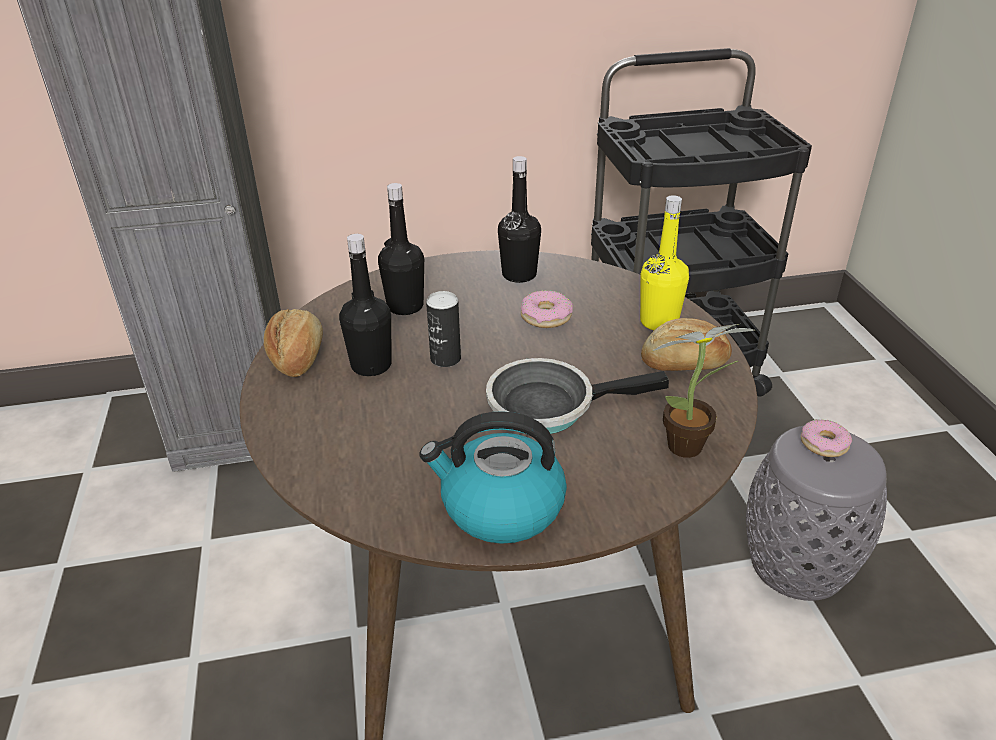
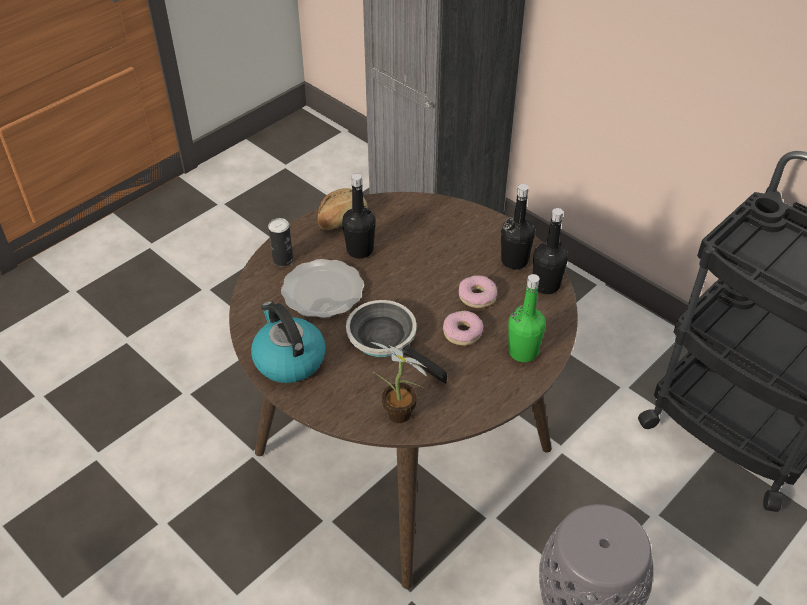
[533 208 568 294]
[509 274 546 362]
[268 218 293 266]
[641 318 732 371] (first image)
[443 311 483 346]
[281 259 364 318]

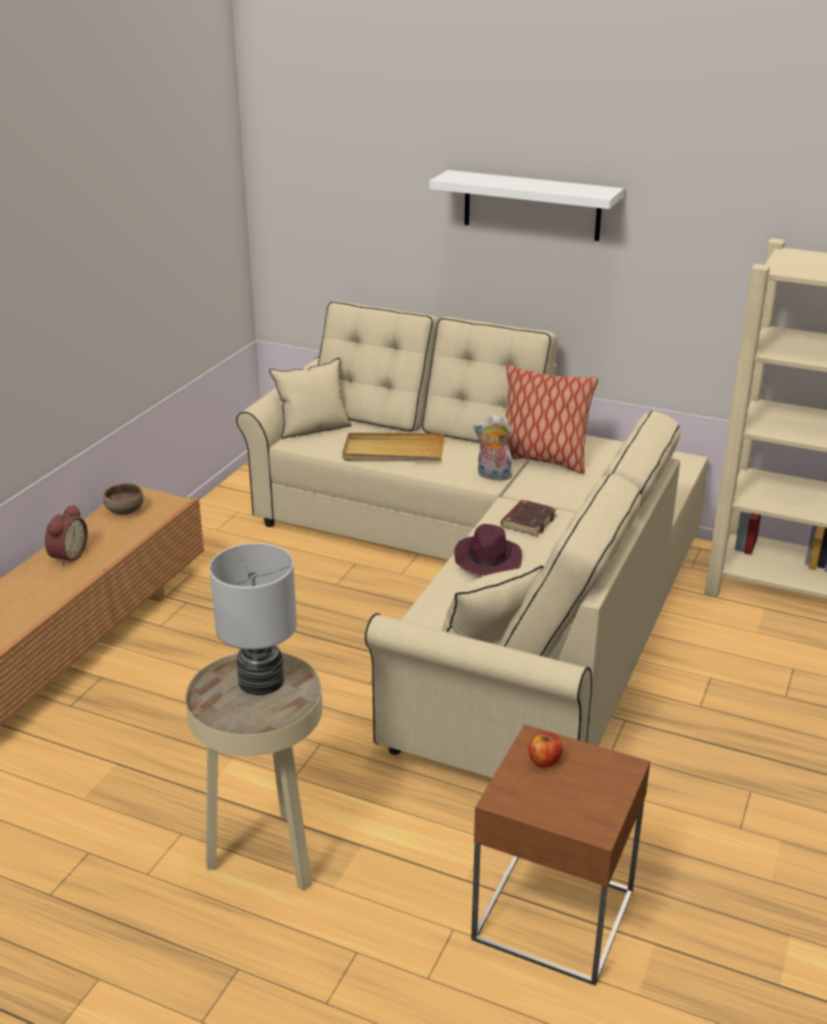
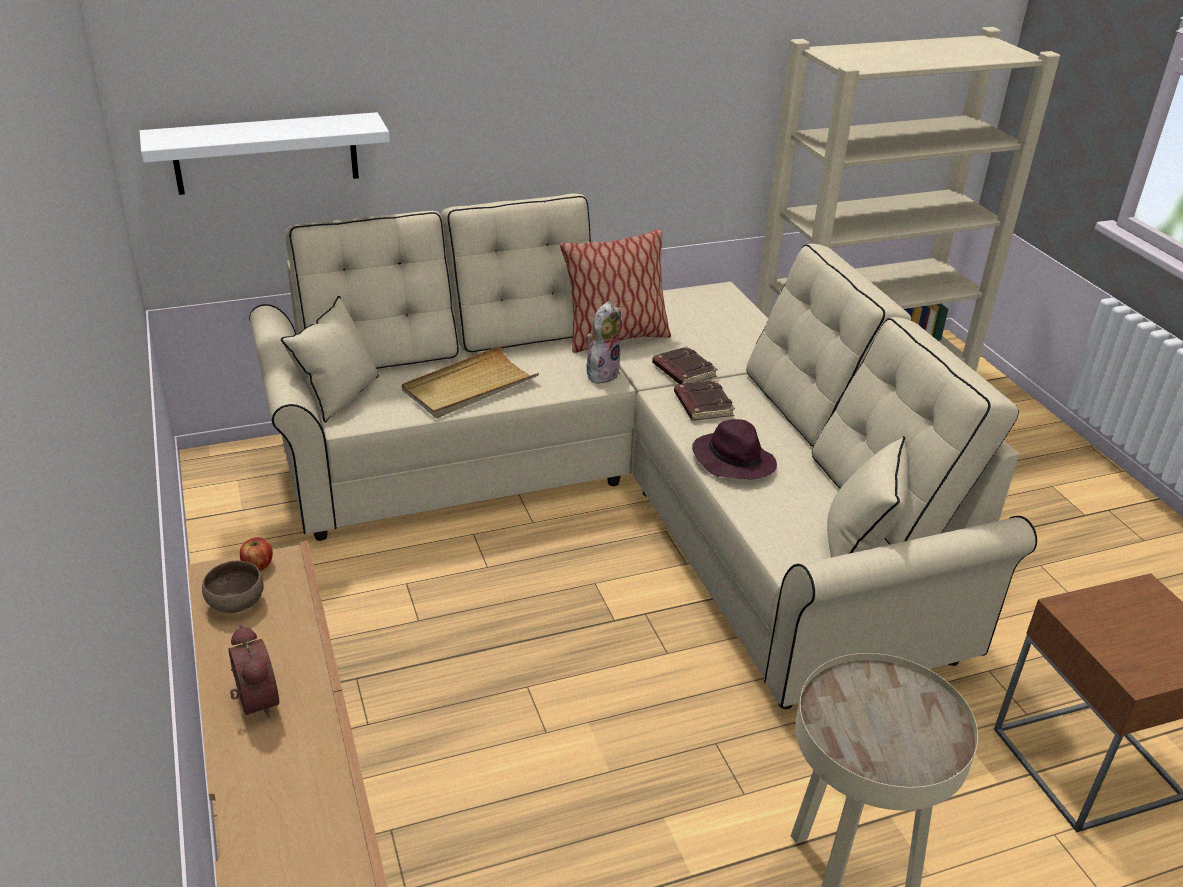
[140 112 390 195]
[586 301 621 385]
[209 543 297 695] (first image)
[240 537 273 571]
[652 346 718 384]

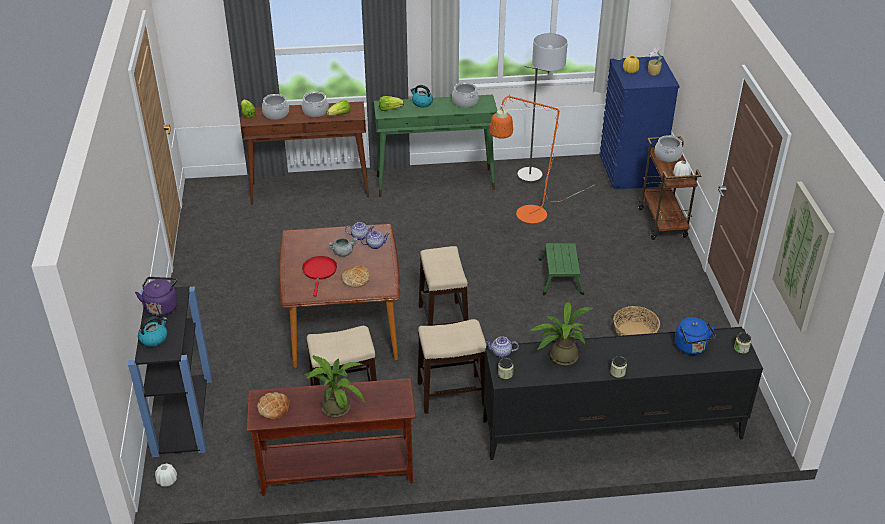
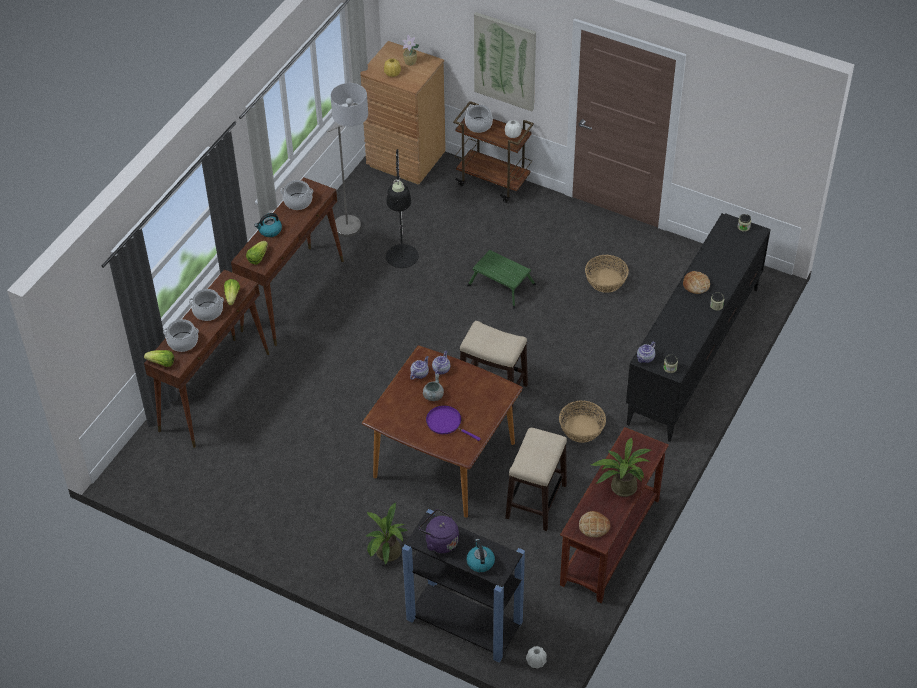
[360 41 446 185]
[231 177 344 346]
[386 150 419 268]
[474 12 536 111]
[426 405 481 441]
[683 271 710 294]
[366 503 408 565]
[675 317 716 355] (first image)
[559 401 606 443]

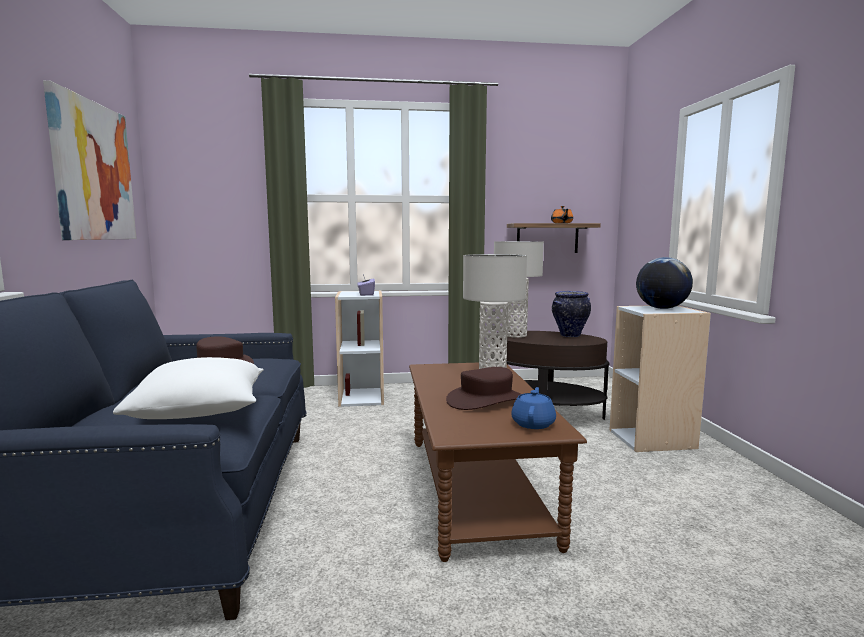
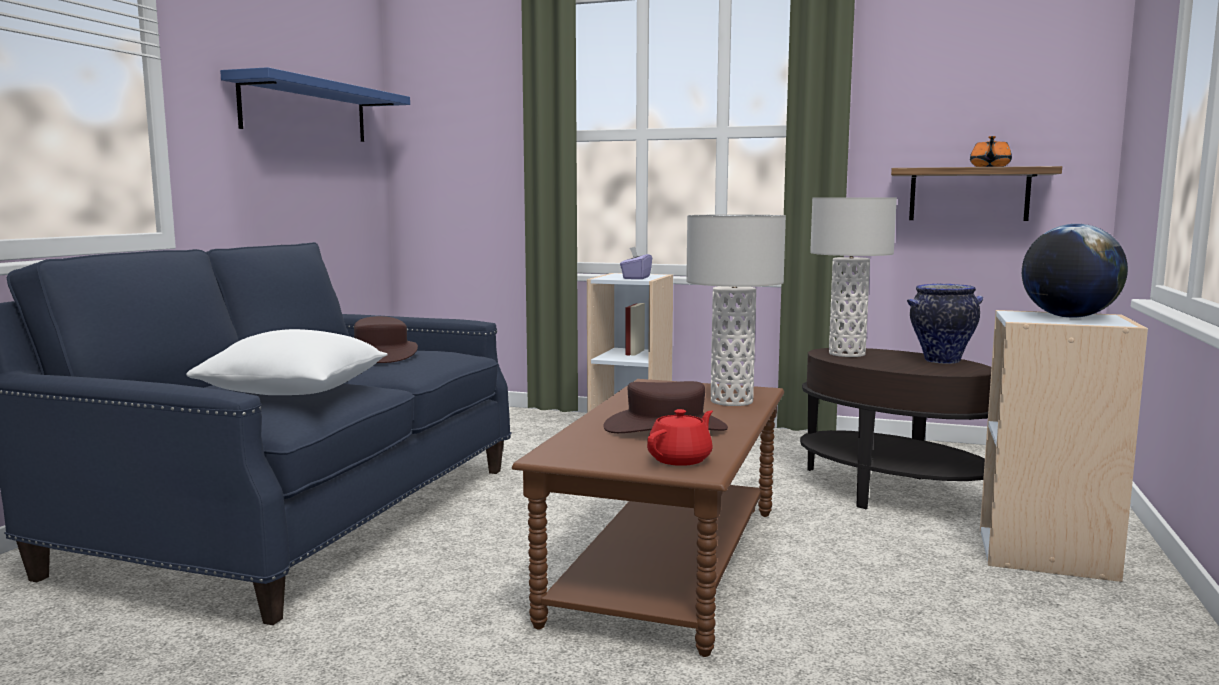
[220 67 410 142]
[647 409 713 466]

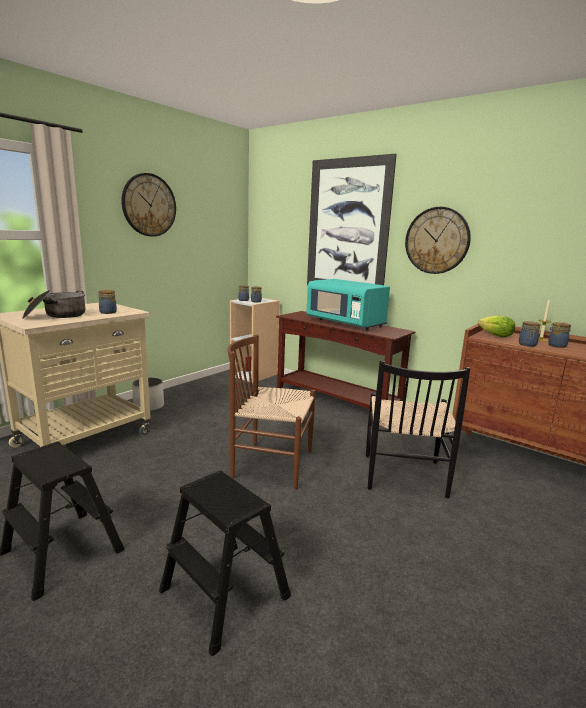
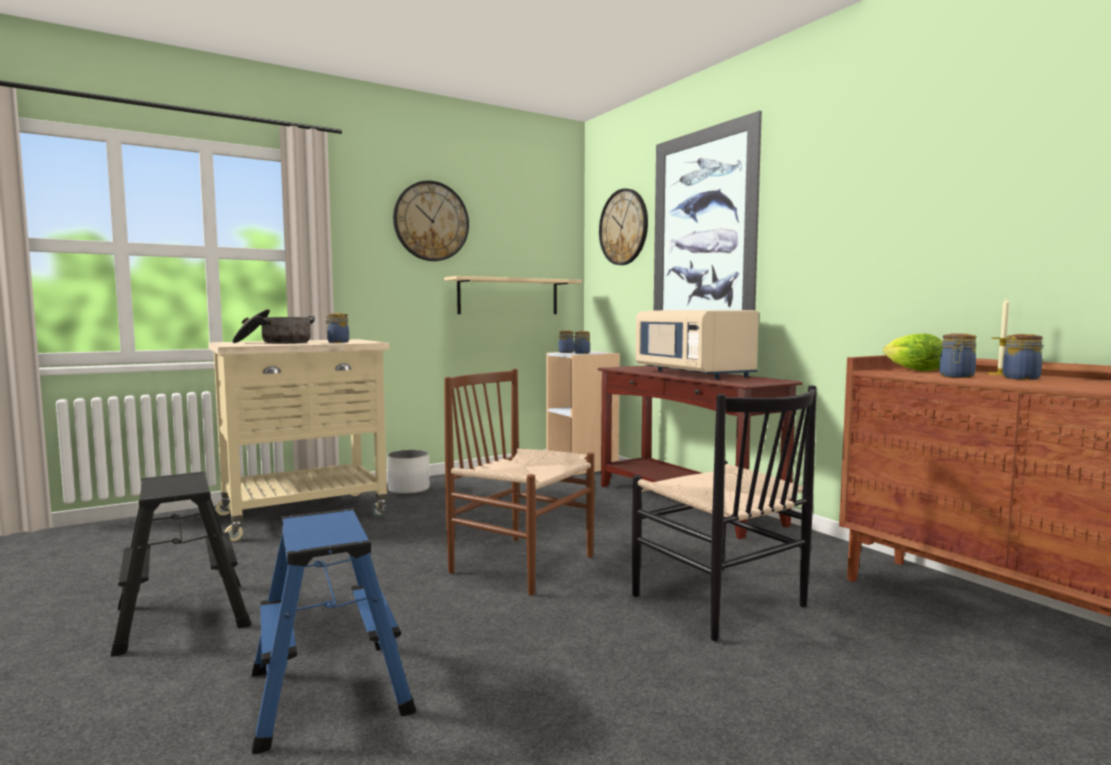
[599 188 648 265]
[635 310 759 379]
[632 385 817 641]
[251 508 416 754]
[444 276 582 314]

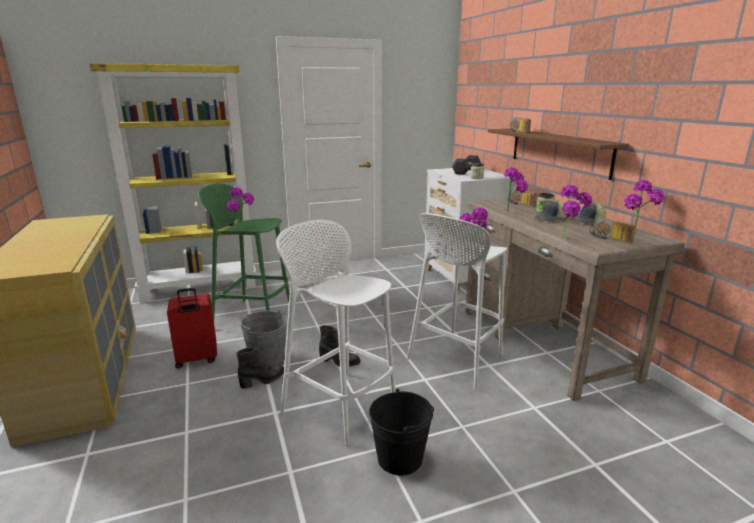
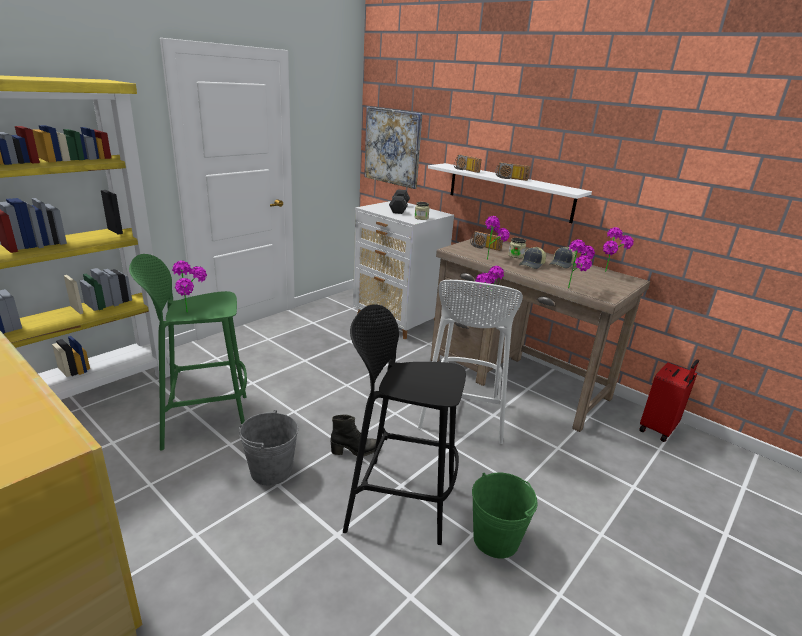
[428 163 592 223]
[495 162 530 181]
[343 304 466 545]
[639 359 699 442]
[237 347 284 389] (first image)
[472 473 538 558]
[364 107 422 189]

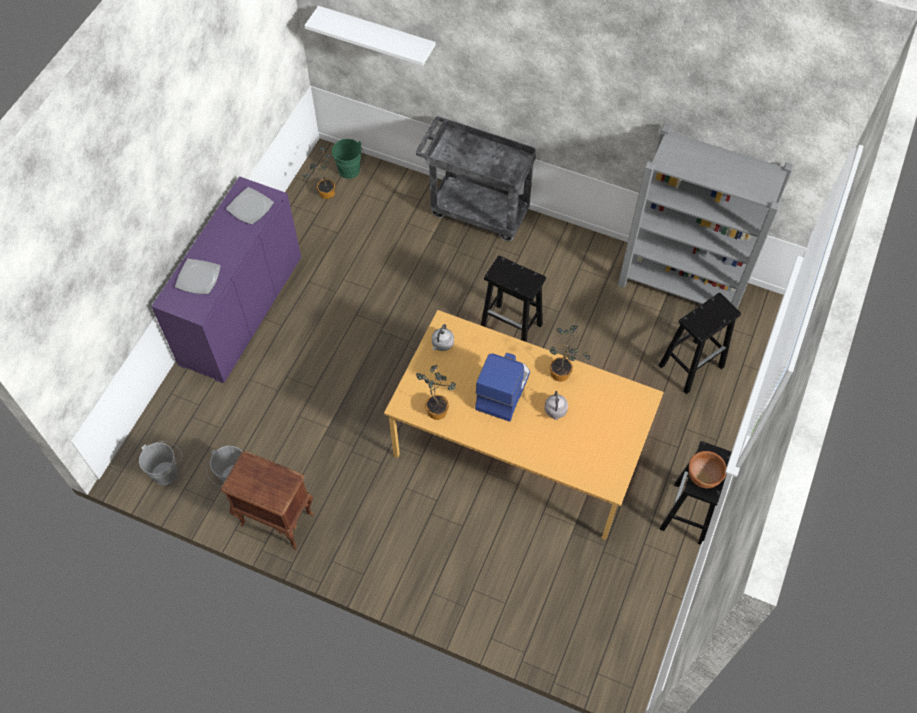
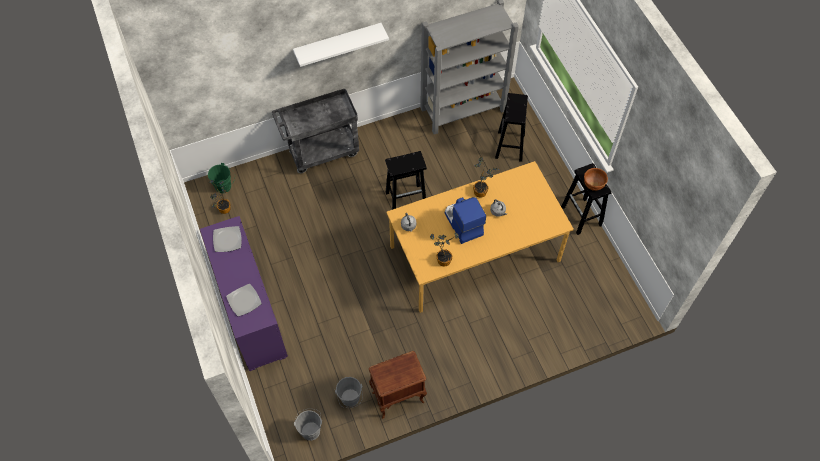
[293 23 389 67]

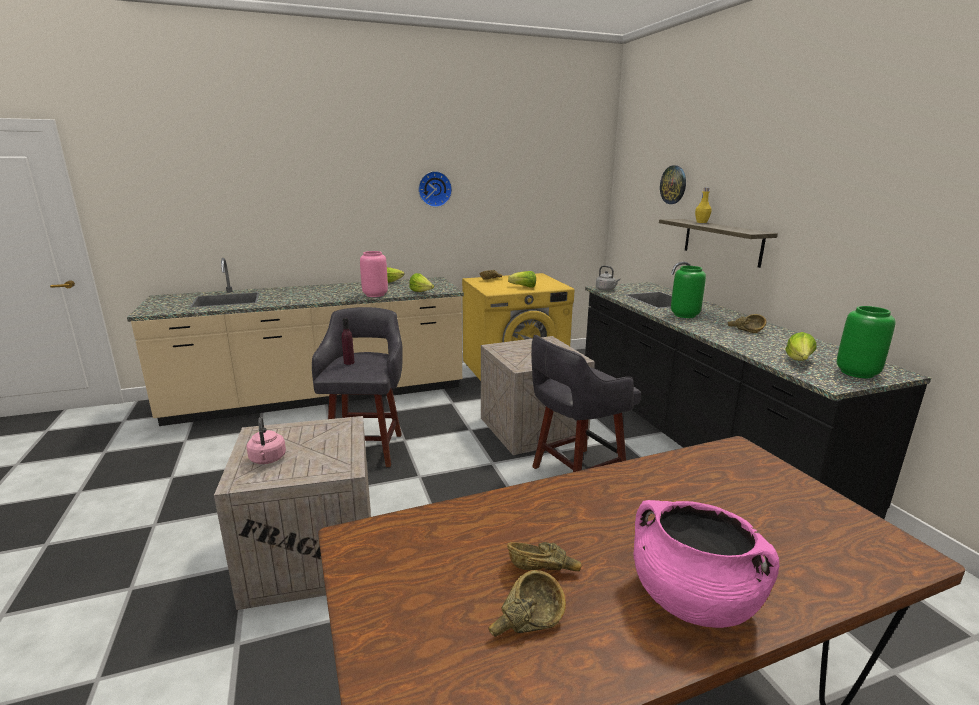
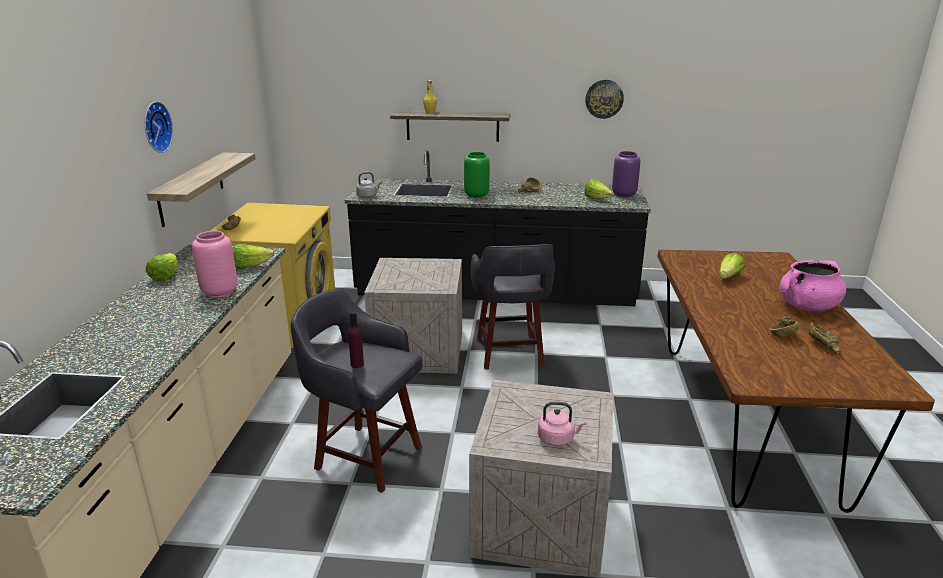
[585 80 624 119]
[719 253 745 279]
[612 151 640 197]
[147 153 256 227]

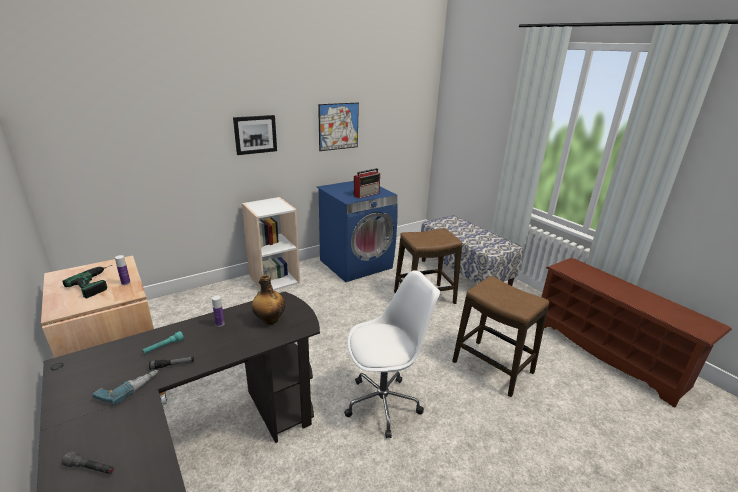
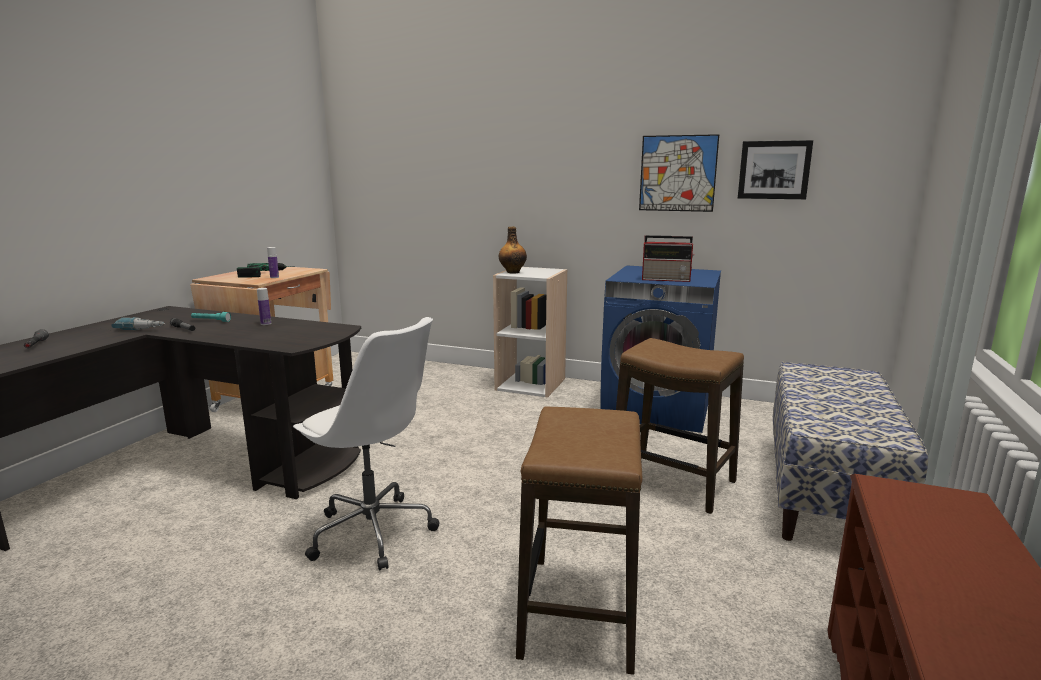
[738 140 813 199]
[499 227 527 274]

